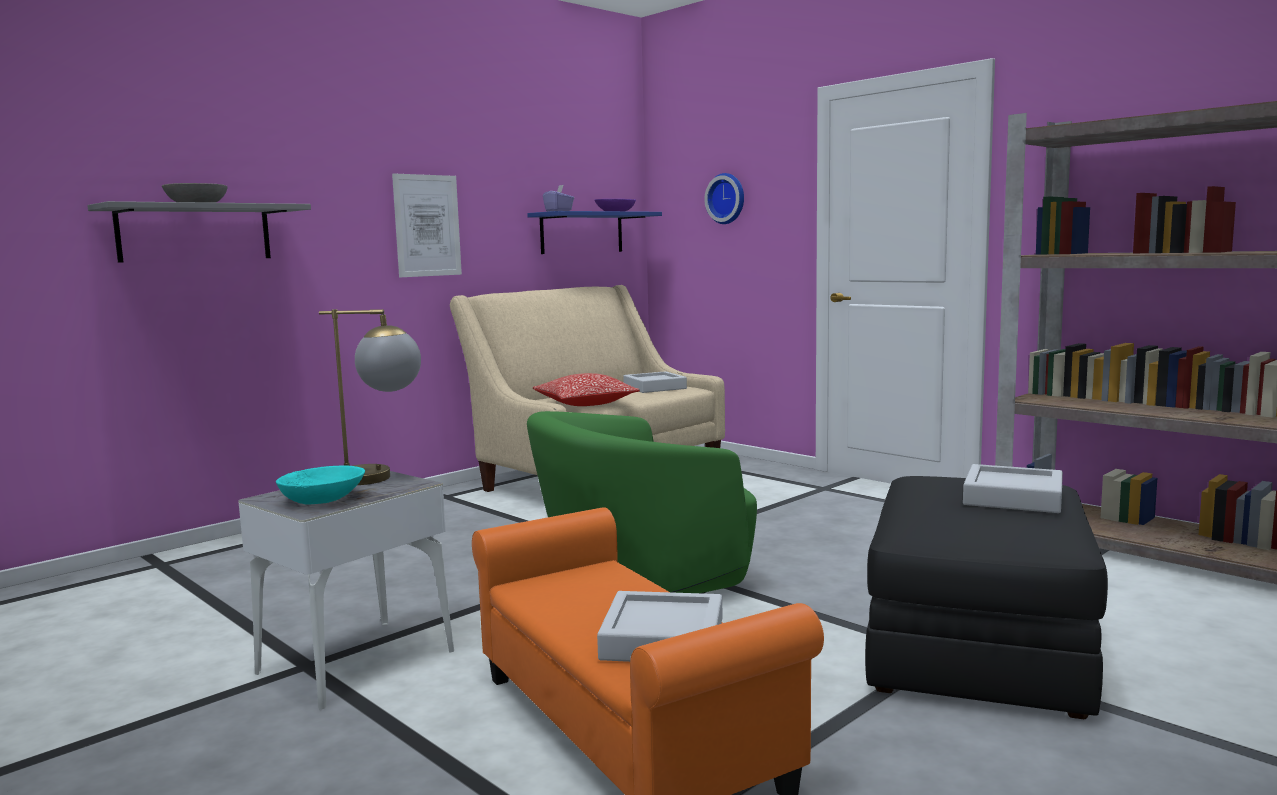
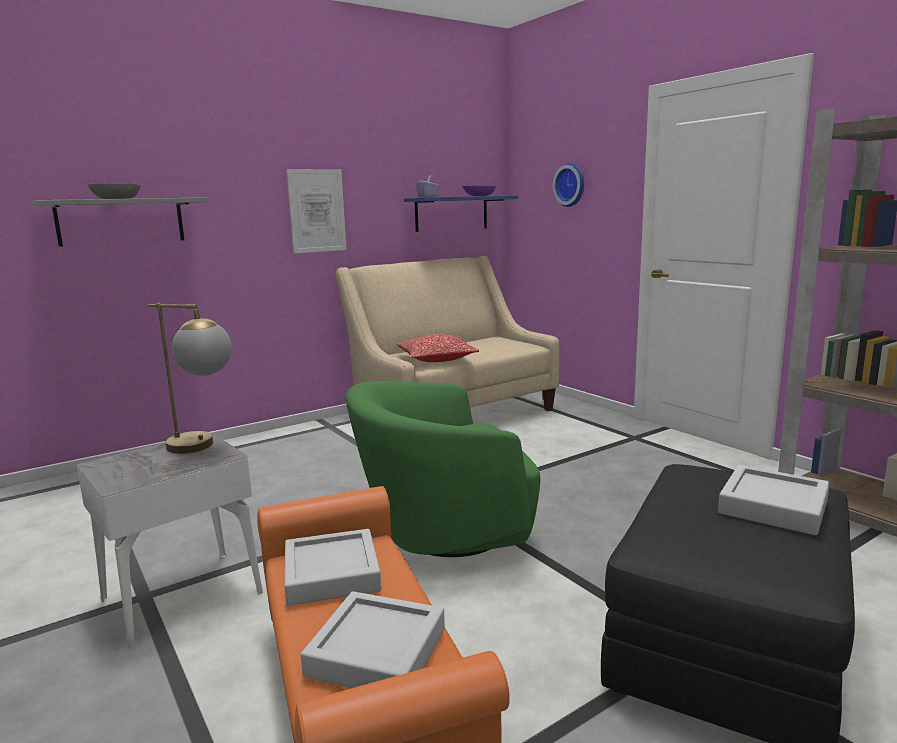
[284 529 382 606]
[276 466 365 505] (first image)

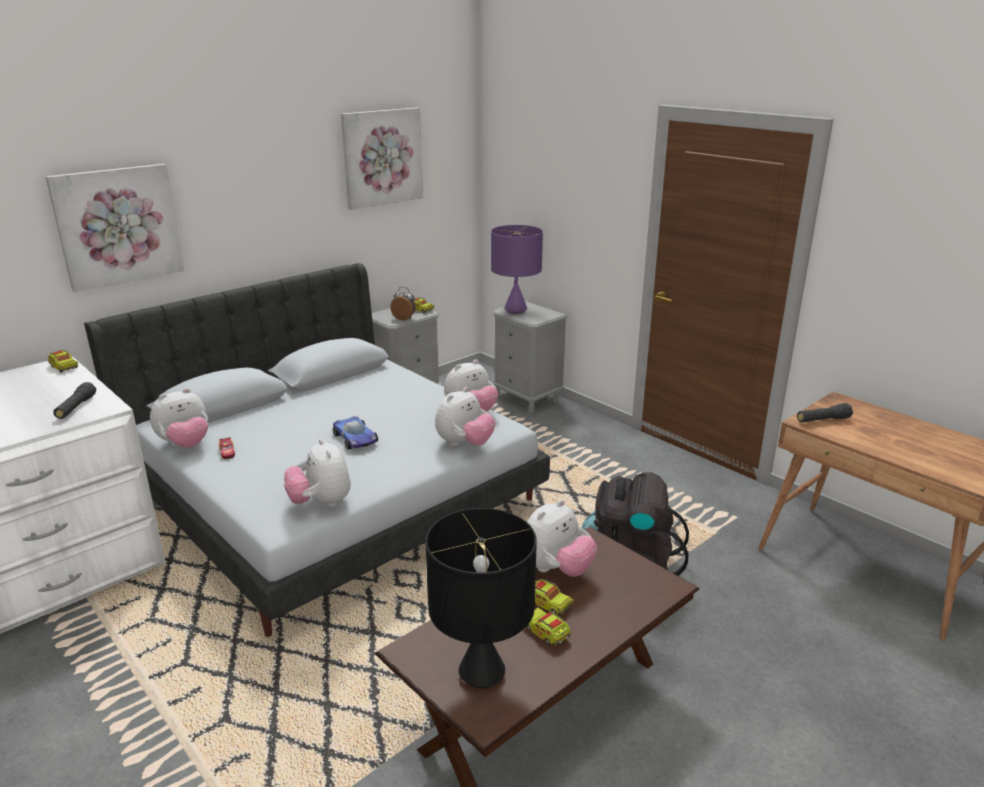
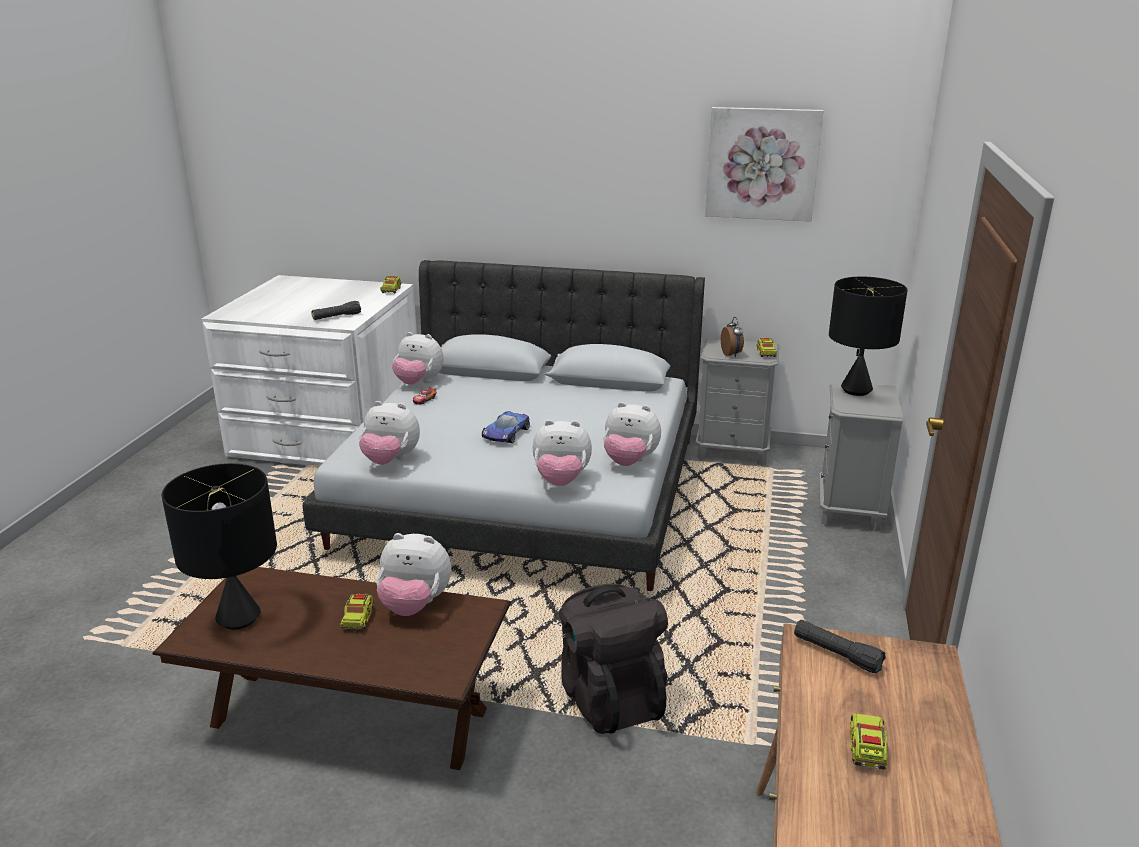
[45 164 184 292] (first image)
[829 277 908 396]
[359 401 420 465]
[850 714 888 770]

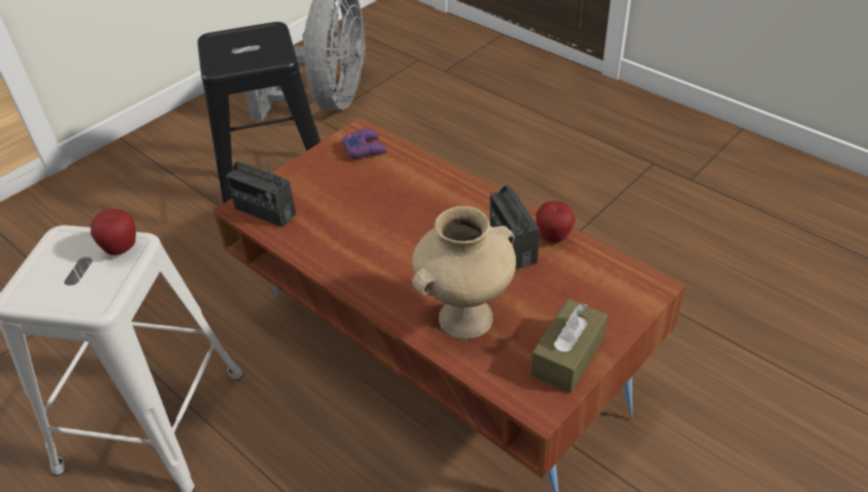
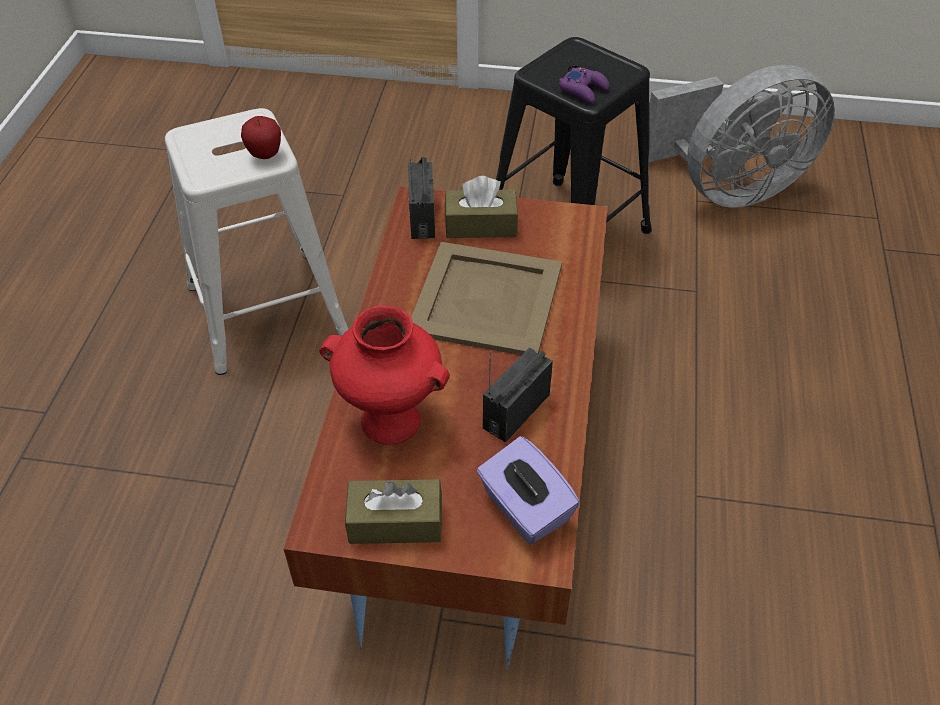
[559 67 609 104]
[536 201 575 243] (first image)
[319 306 450 445]
[445 176 518 238]
[411 242 562 355]
[477 436 580 544]

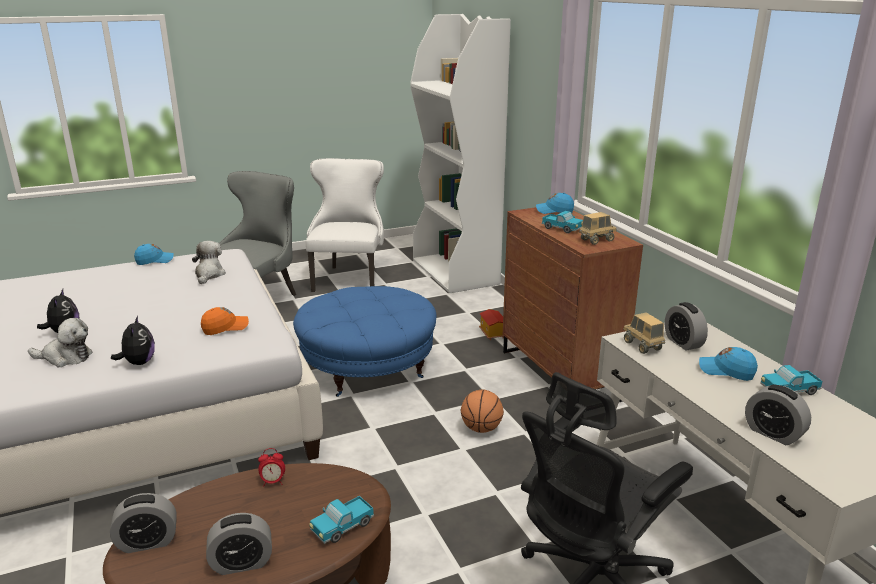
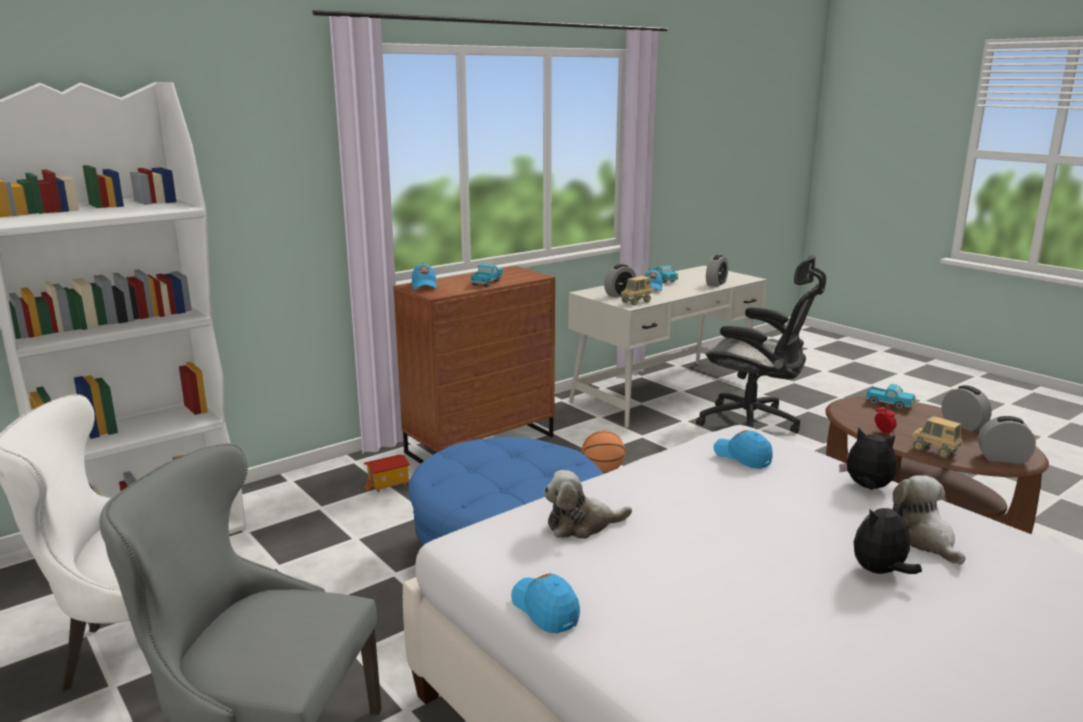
[911 416 963 458]
[713 430 773 469]
[839 427 897 490]
[978 416 1036 464]

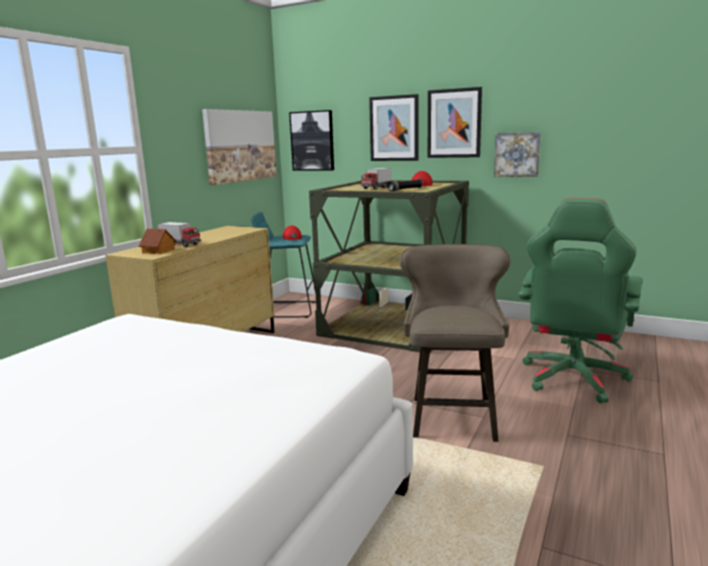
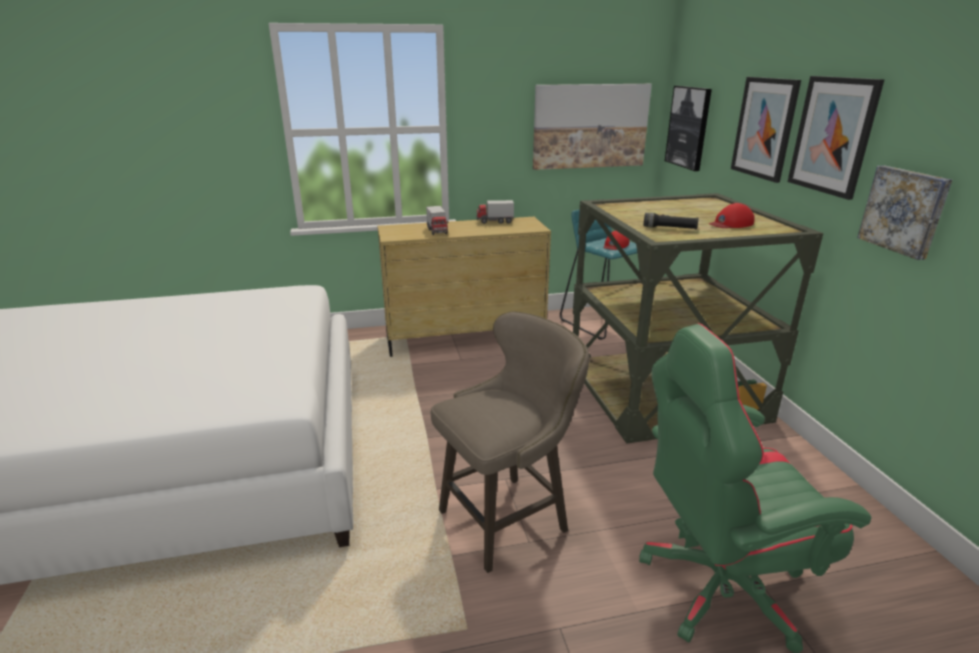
[476 200 514 224]
[139 229 177 254] (first image)

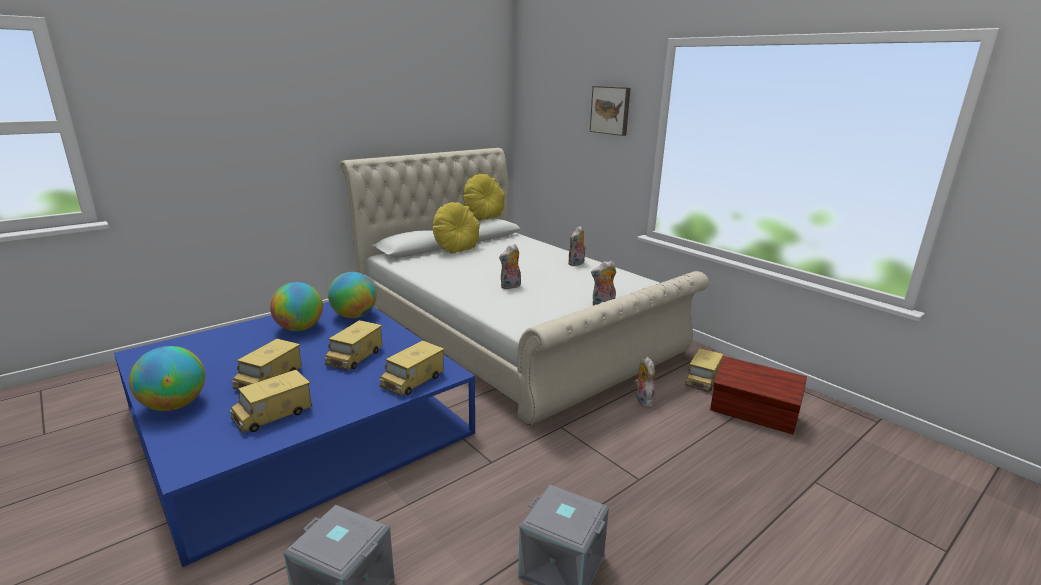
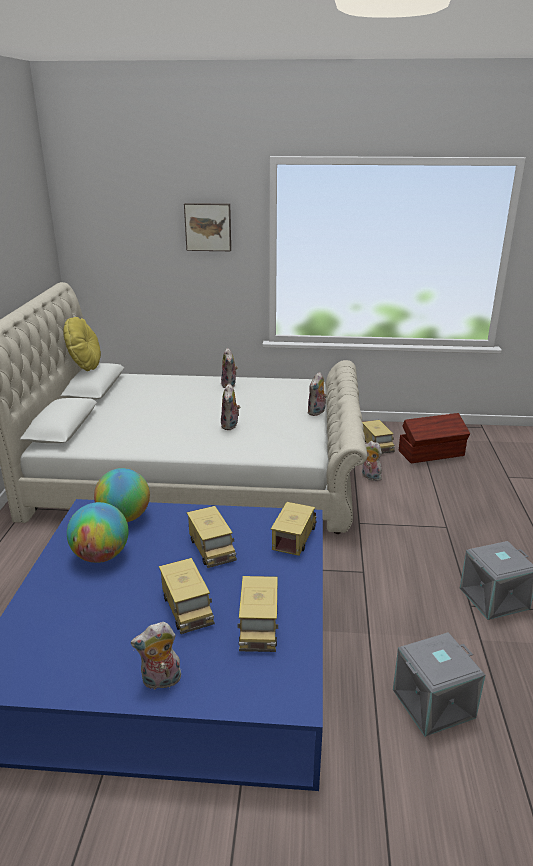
[433 202 480 253] (first image)
[271 502 317 556]
[131 622 181 690]

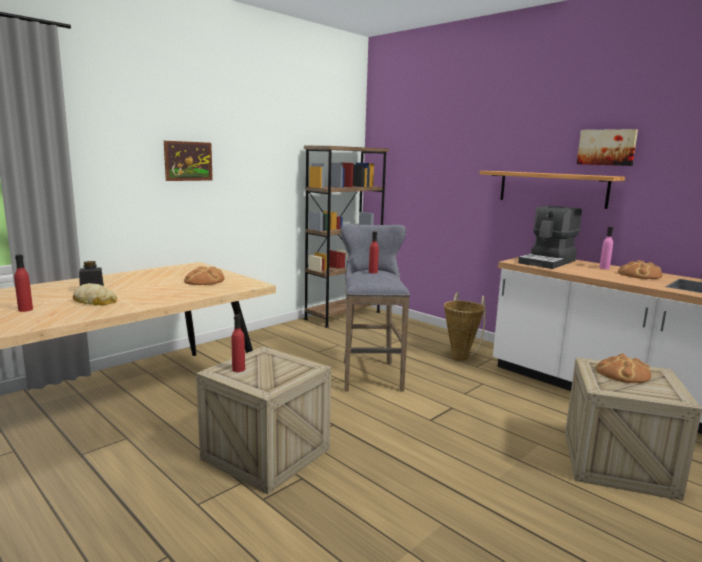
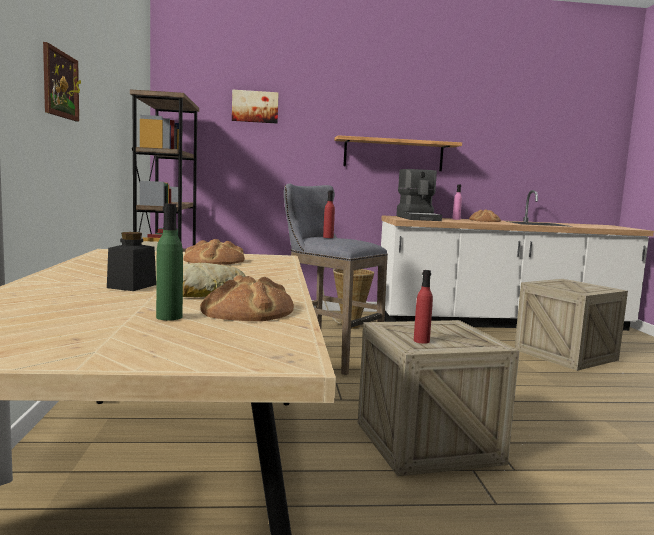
[232 89 279 123]
[156 203 183 320]
[200 275 294 321]

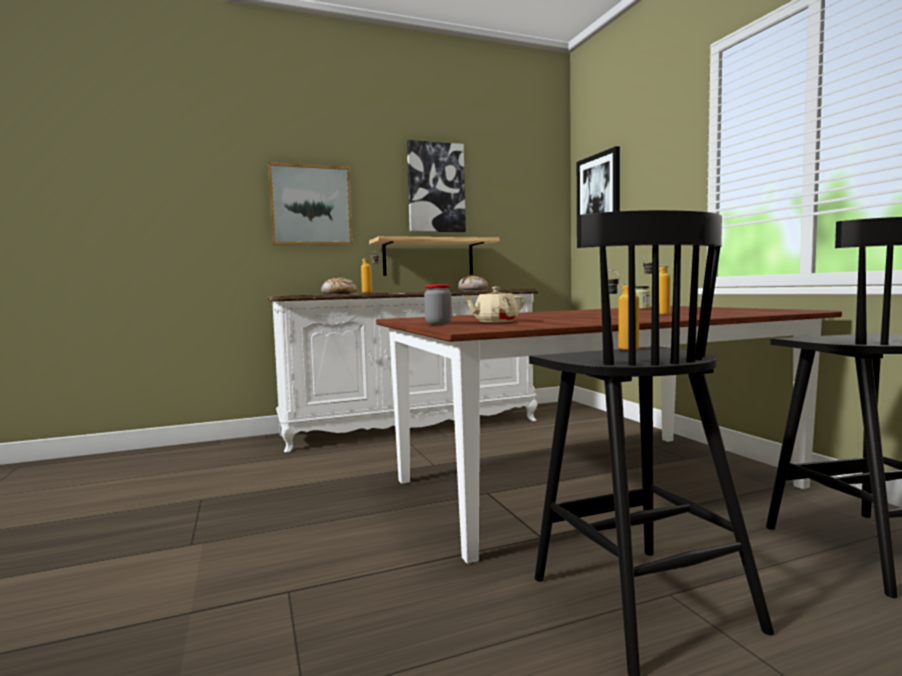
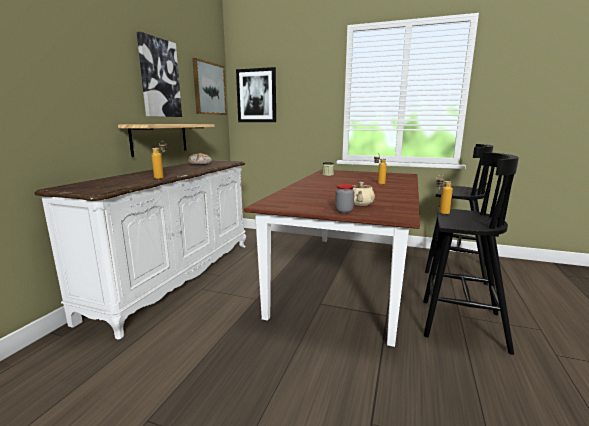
[192 58 227 115]
[321 277 357 294] (first image)

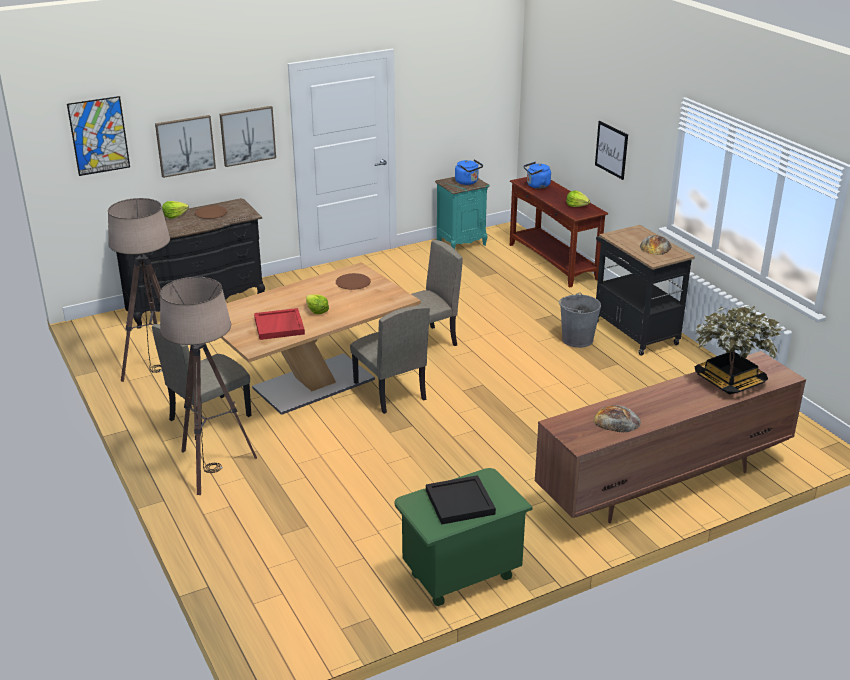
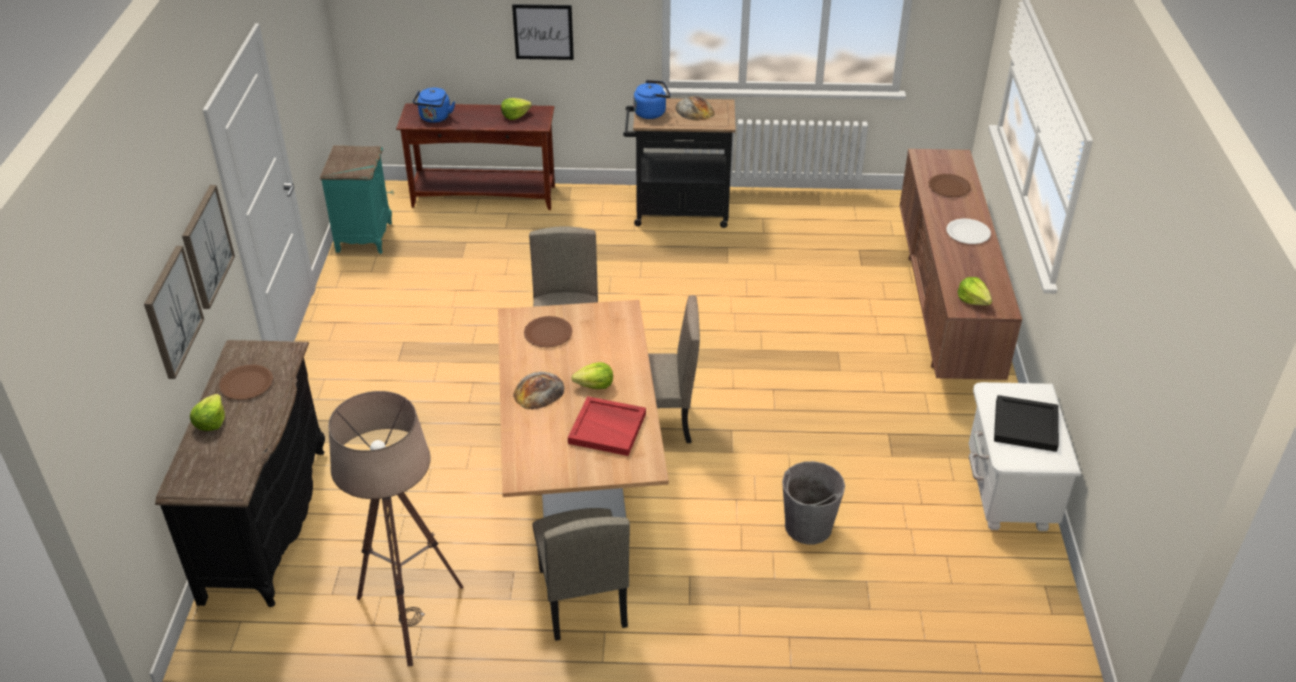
[67 96 130 176] (first image)
[634 80 671 119]
[160 277 257 495] (first image)
[782 461 845 545]
[929 174 971 197]
[513 372 565 410]
[969 382 1081 531]
[946 218 991 244]
[958 277 992 305]

